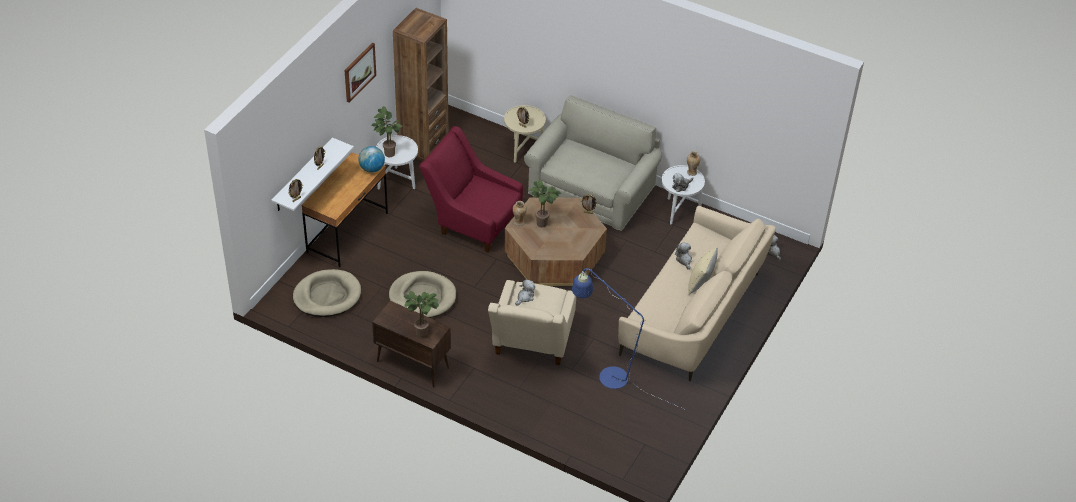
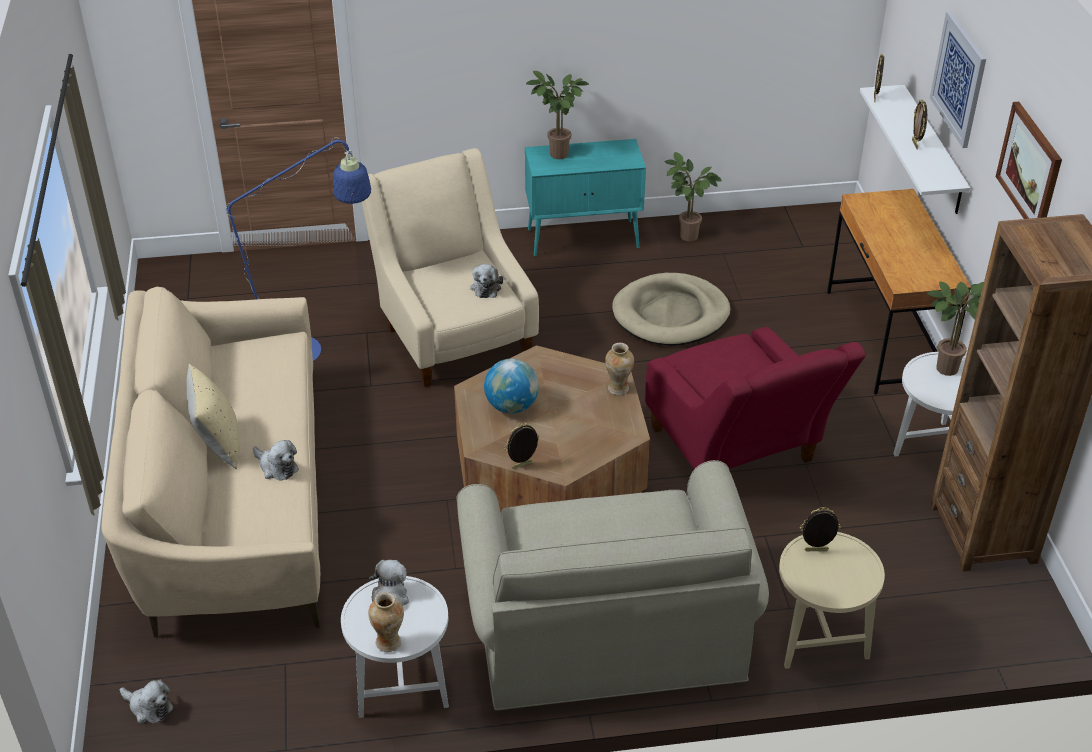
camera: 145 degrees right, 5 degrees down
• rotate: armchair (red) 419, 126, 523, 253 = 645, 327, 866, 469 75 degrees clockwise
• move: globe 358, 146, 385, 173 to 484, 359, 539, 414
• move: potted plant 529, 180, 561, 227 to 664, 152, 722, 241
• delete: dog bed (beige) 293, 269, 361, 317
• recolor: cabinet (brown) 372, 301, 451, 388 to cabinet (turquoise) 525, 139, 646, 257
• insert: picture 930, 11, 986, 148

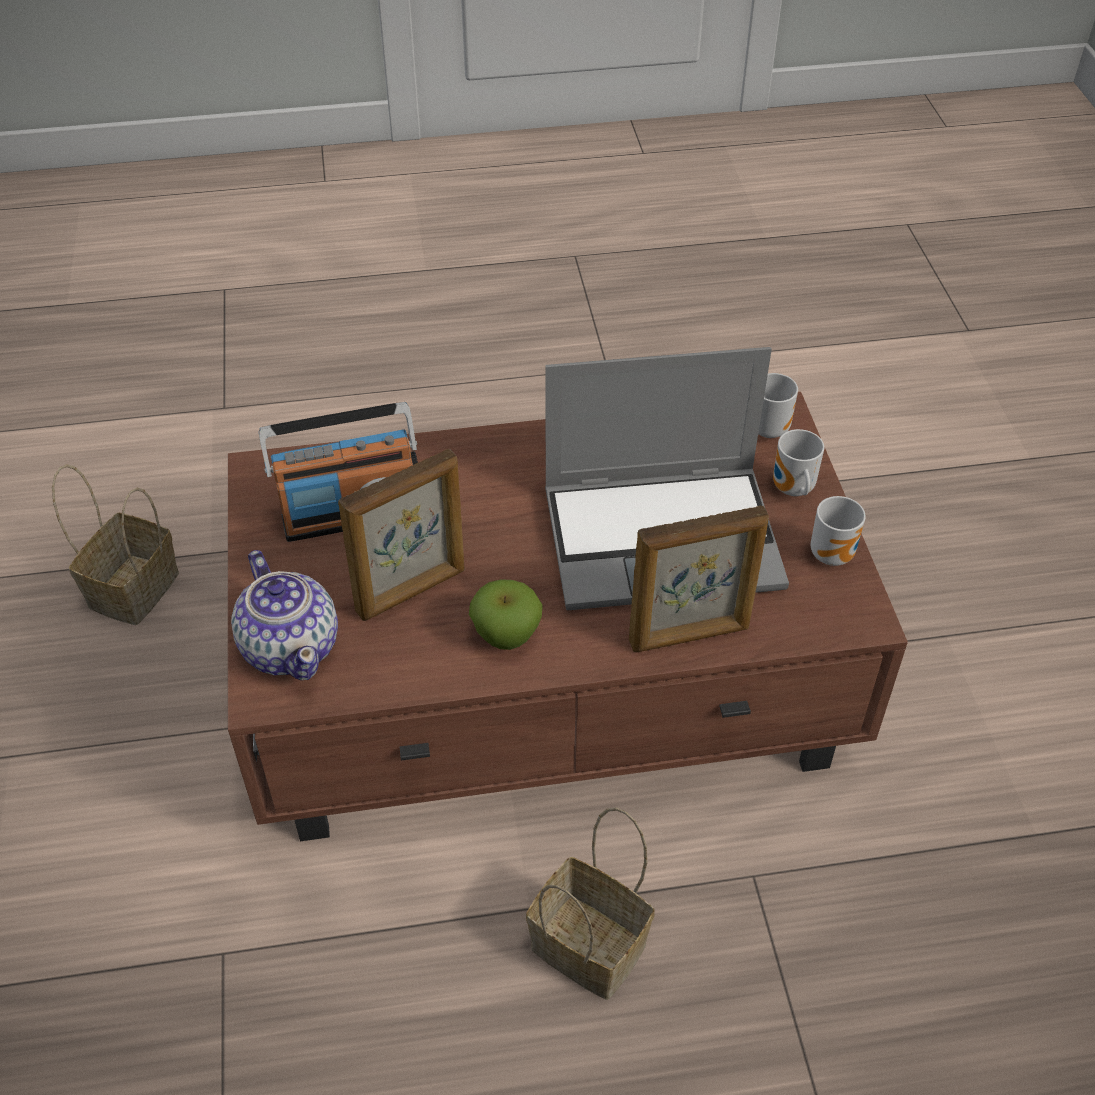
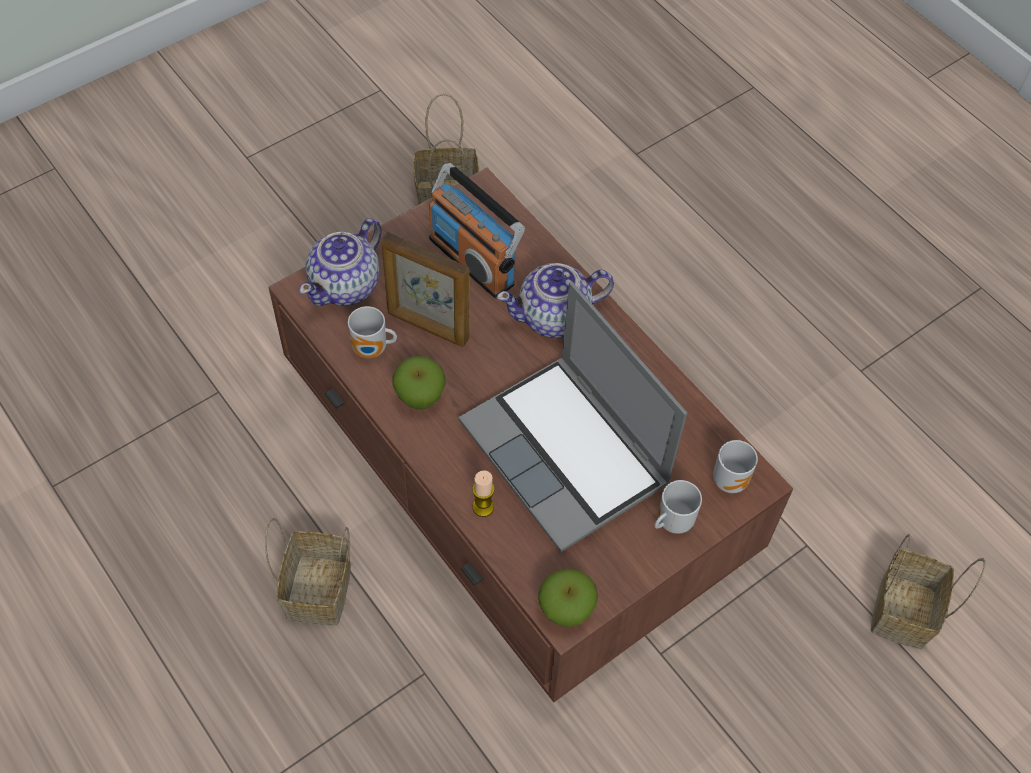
camera: 60 degrees right, 10 degrees up
• move: mug 811, 496, 866, 566 to 348, 306, 397, 358
• replace: picture frame 629, 506, 769, 652 to candle 472, 470, 495, 517
• insert: teapot 496, 263, 614, 338
• insert: basket 871, 534, 986, 649
• insert: apple 538, 569, 598, 627

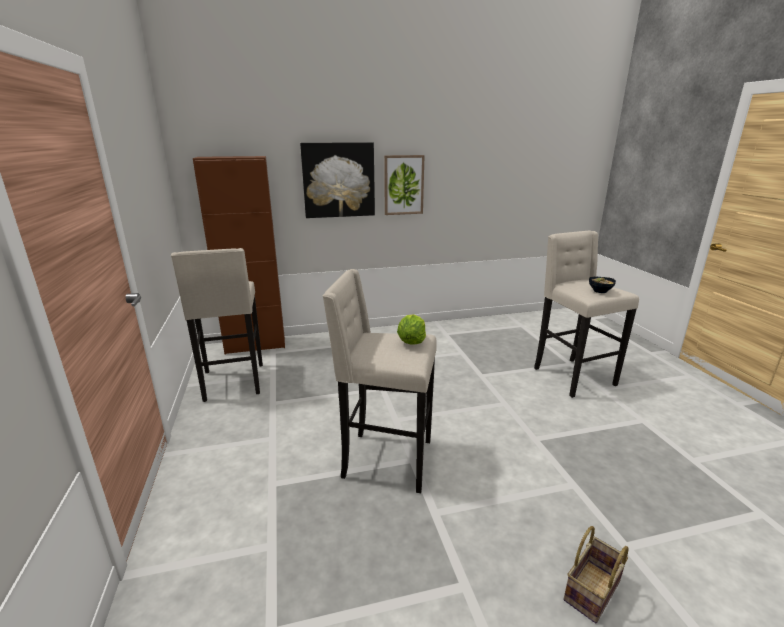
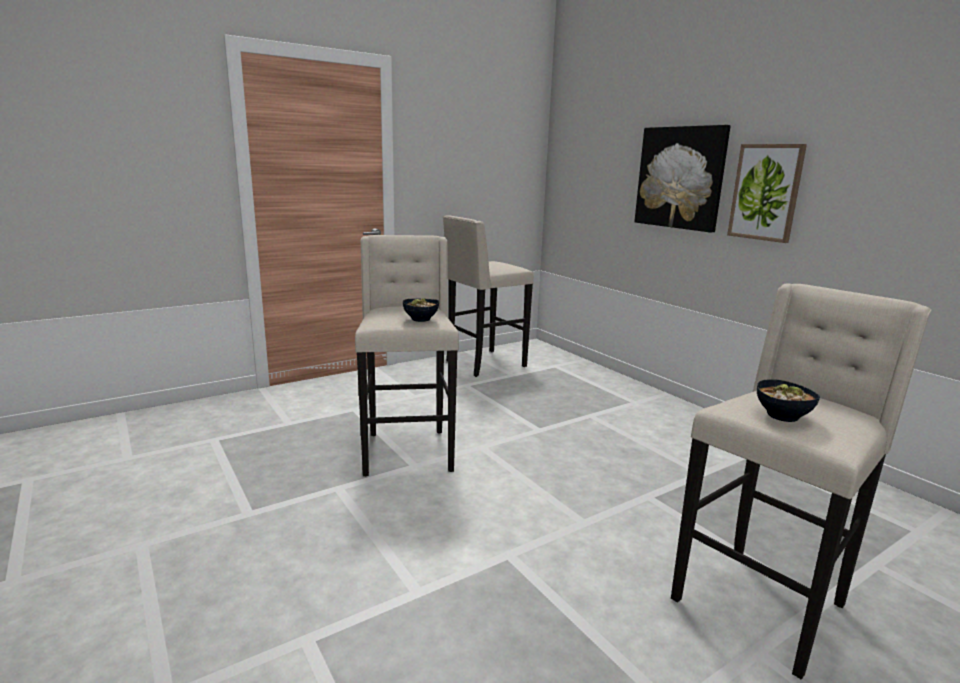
camera: 70 degrees right, 5 degrees down
• delete: cabinet (brown) 193, 156, 285, 355
• replace: lettuce 397, 314, 426, 345 to bowl 403, 298, 439, 322
• delete: basket 564, 526, 629, 623

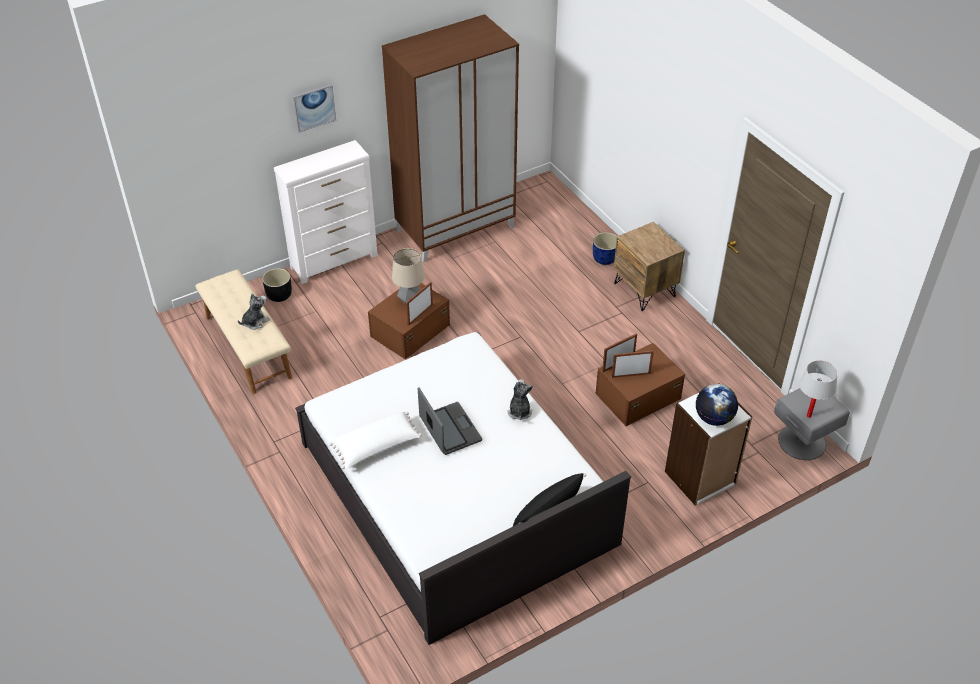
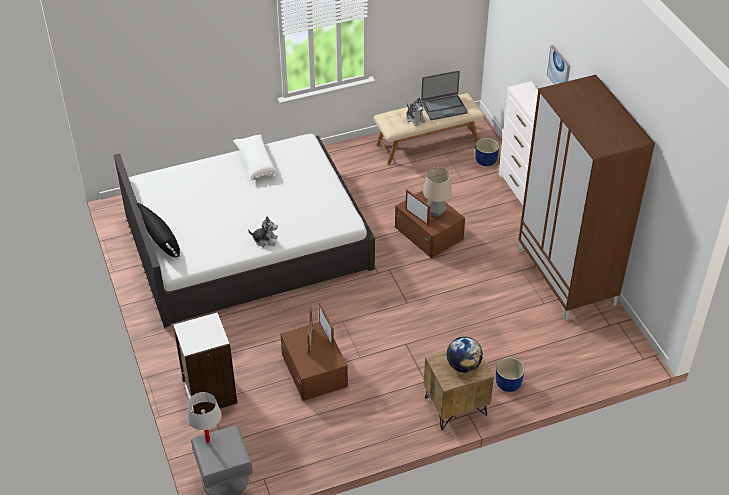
camera: 100 degrees right, 0 degrees up
• recolor: planter (black) 262, 268, 292, 302 to planter (blue) 475, 138, 499, 166
• move: globe 696, 384, 738, 426 to 447, 337, 483, 373
• move: laptop 418, 387, 482, 455 to 421, 71, 468, 120

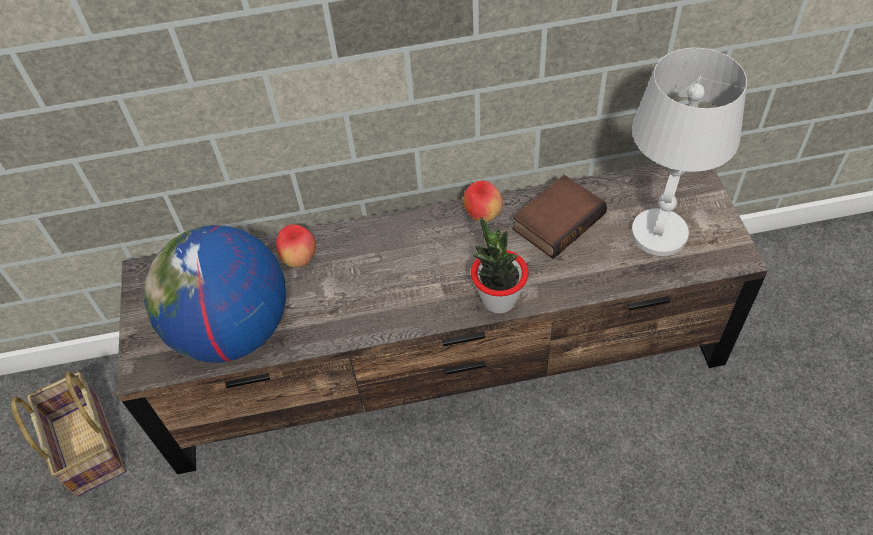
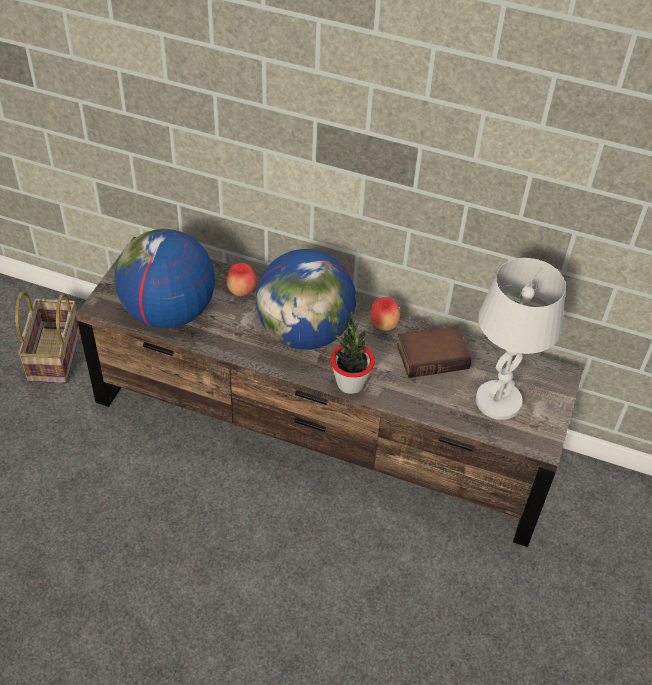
camera: 25 degrees right, 5 degrees down
• insert: globe 256, 249, 356, 350

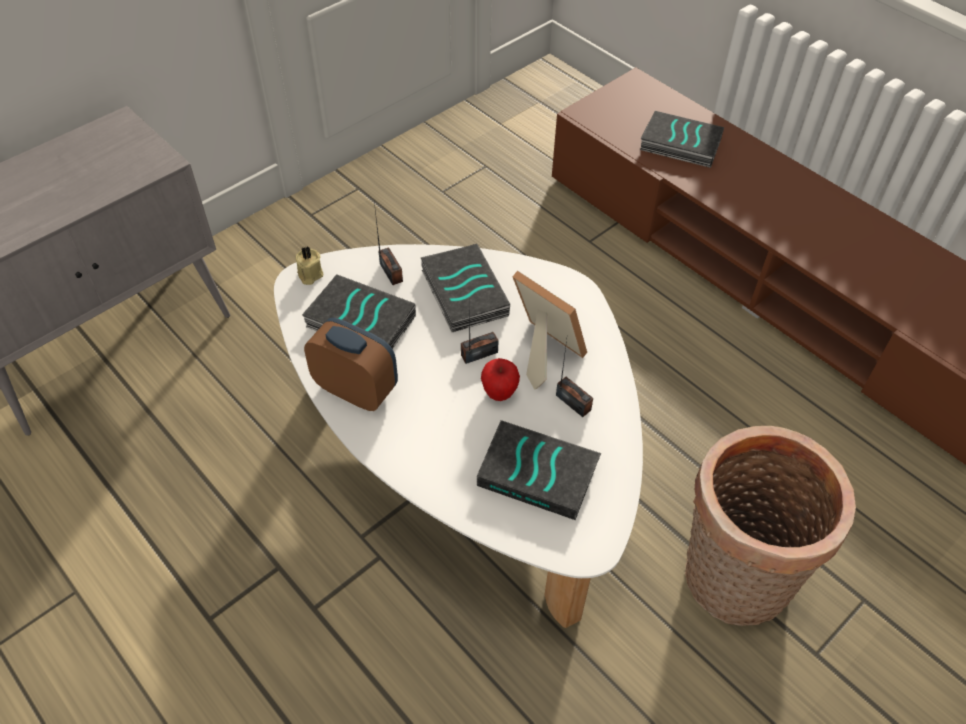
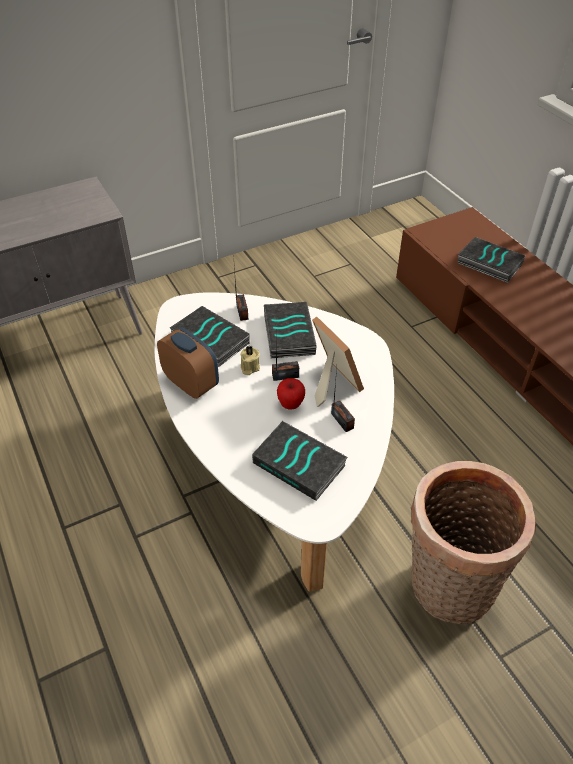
camera: 15 degrees right, 5 degrees down
• move: candle (beige) 296, 246, 323, 285 to 241, 346, 260, 375

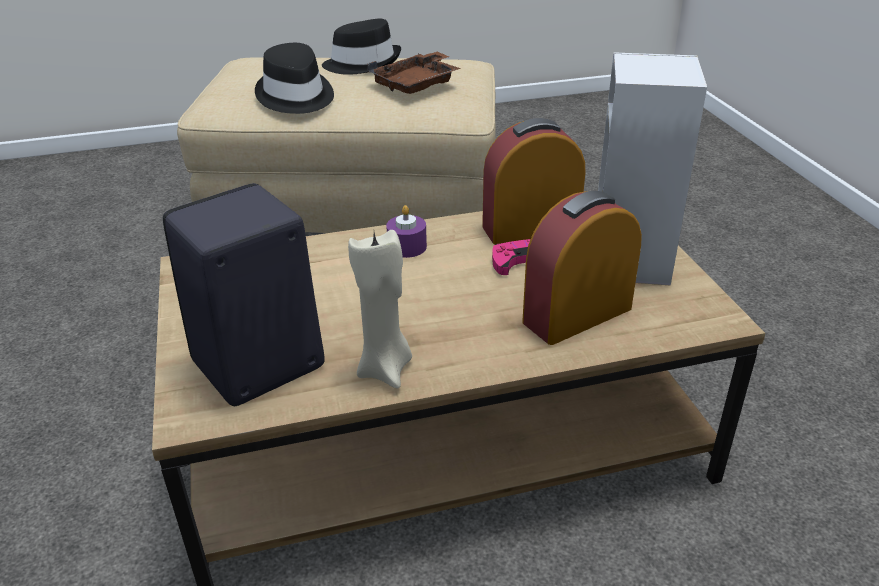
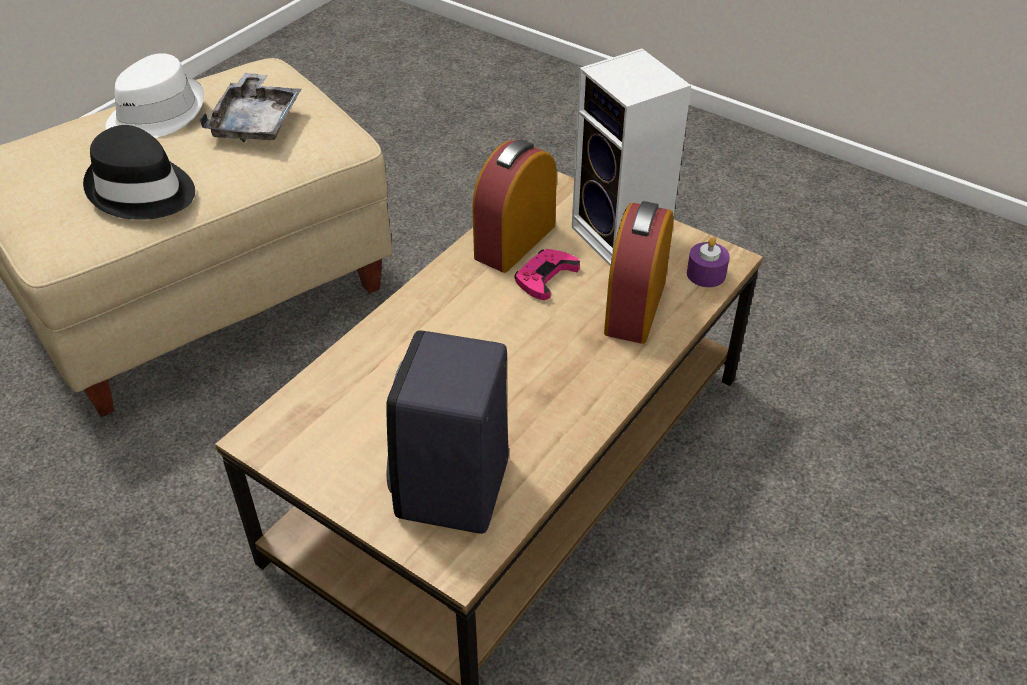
camera: 40 degrees left, 10 degrees up
• recolor: hat (black) 322, 19, 401, 75 to hat (white) 106, 53, 204, 138
• recolor: tray (brown) 367, 52, 461, 94 to tray (grey) 200, 73, 301, 142
• move: candle (purple) 386, 205, 427, 258 to 687, 237, 730, 287
• delete: candle (beige) 348, 230, 412, 388

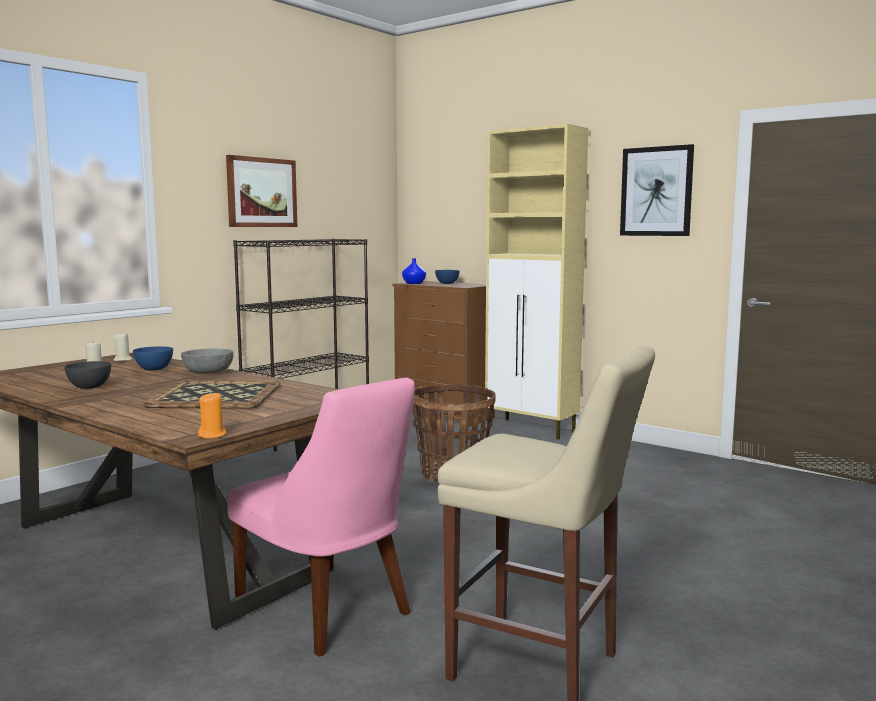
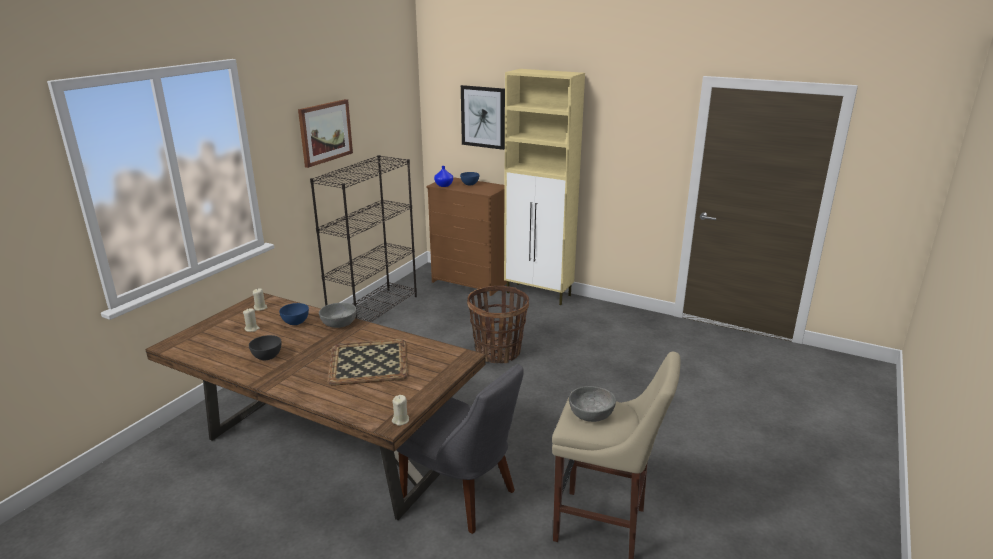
camera: 10 degrees left, 15 degrees up
• move: picture 620, 144, 694, 236 to 461, 85, 505, 150
• recolor: chair (pink) 228, 378, 415, 657 to chair (grey) 396, 364, 524, 534
• recolor: candle (orange) 198, 392, 227, 439 to candle (beige) 392, 395, 409, 426
• insert: bowl (grey) 569, 386, 616, 422

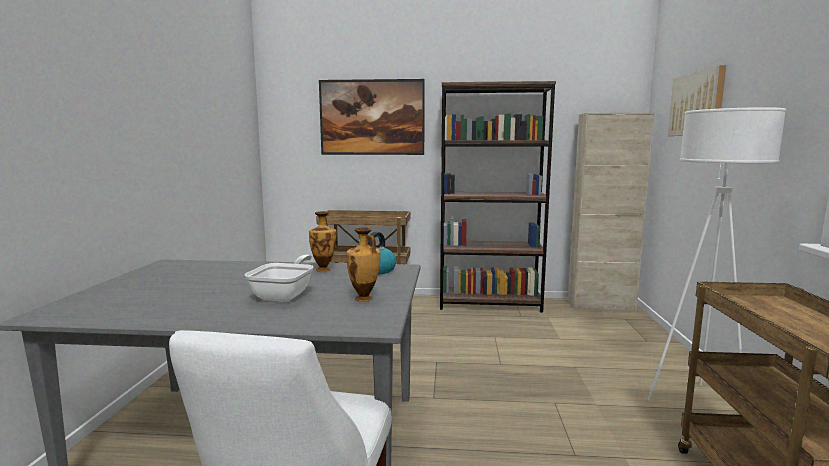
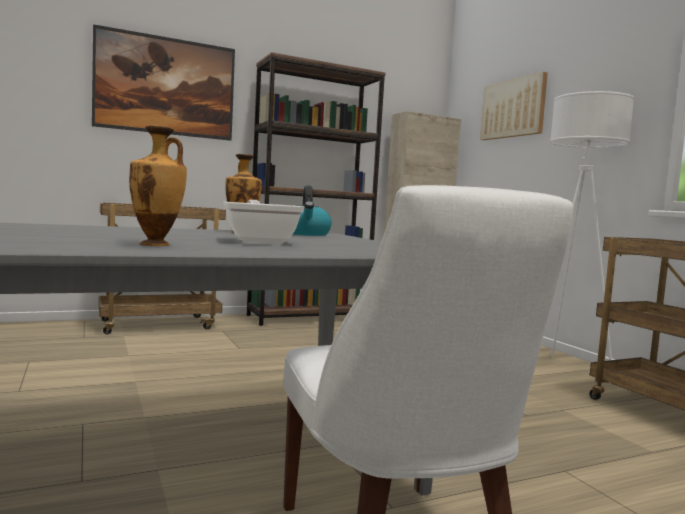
camera: 30 degrees left, 5 degrees down
• move: vase 347, 227, 380, 302 to 129, 125, 187, 246

